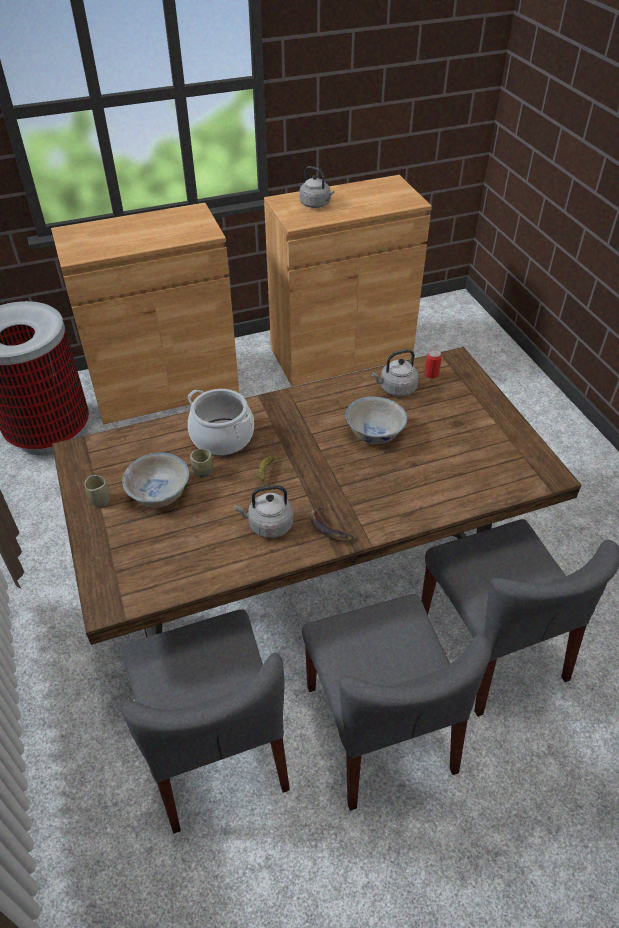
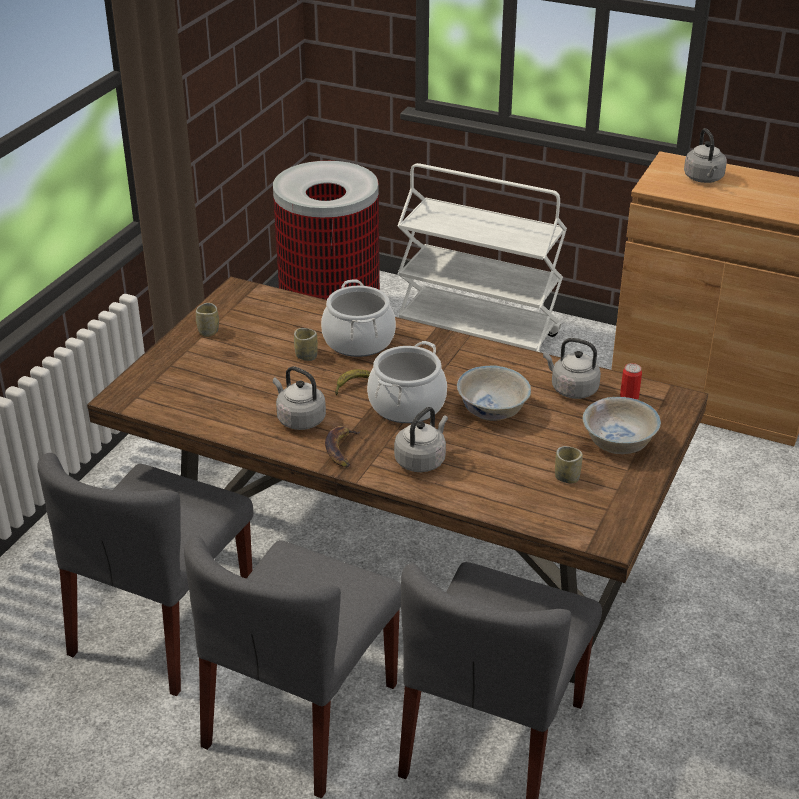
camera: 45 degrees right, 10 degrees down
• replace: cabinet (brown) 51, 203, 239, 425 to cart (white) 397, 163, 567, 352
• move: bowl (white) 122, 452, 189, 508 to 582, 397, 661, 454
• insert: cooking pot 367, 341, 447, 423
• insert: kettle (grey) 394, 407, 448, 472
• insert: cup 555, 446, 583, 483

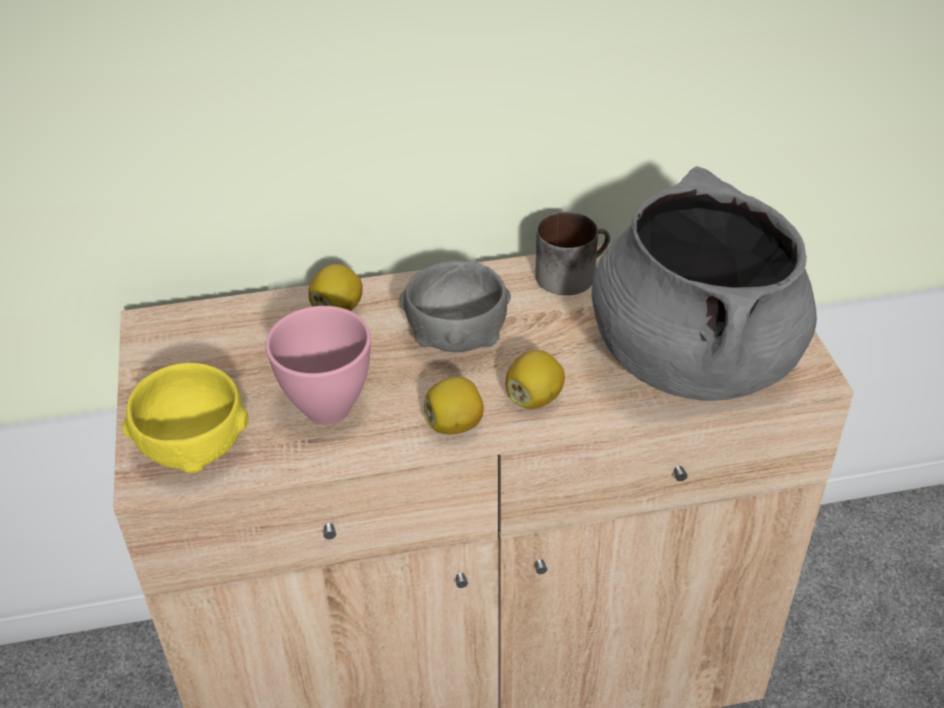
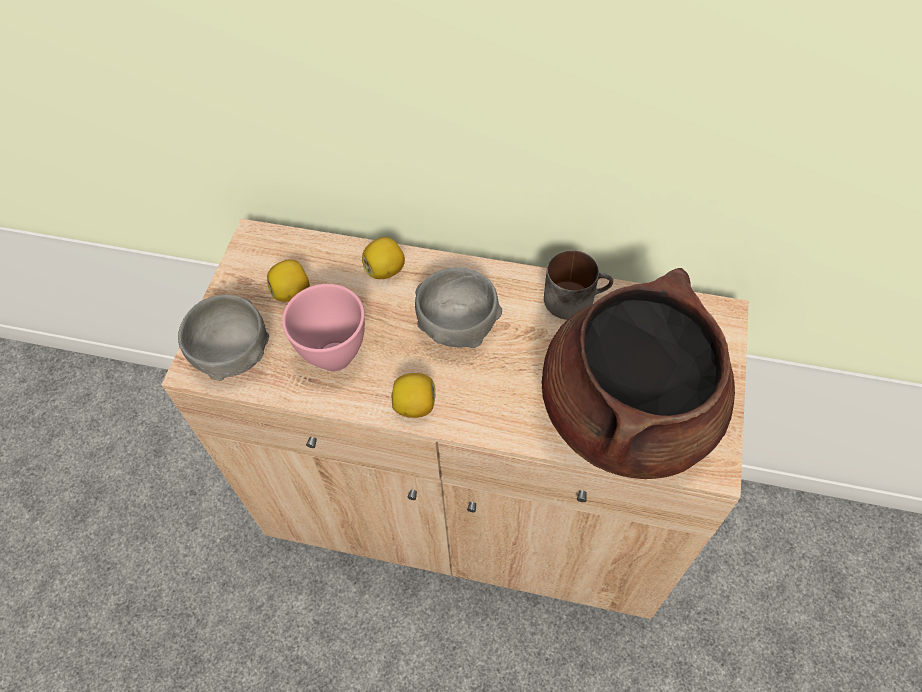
camera: 25 degrees right, 15 degrees up
• recolor: cooking pot (grey) 591, 166, 817, 401 to cooking pot (brown) 542, 268, 735, 479
• move: lemon 506, 350, 565, 409 to 267, 259, 310, 302
• recolor: bowl (yellow) 122, 363, 249, 474 to bowl (grey) 178, 294, 269, 381

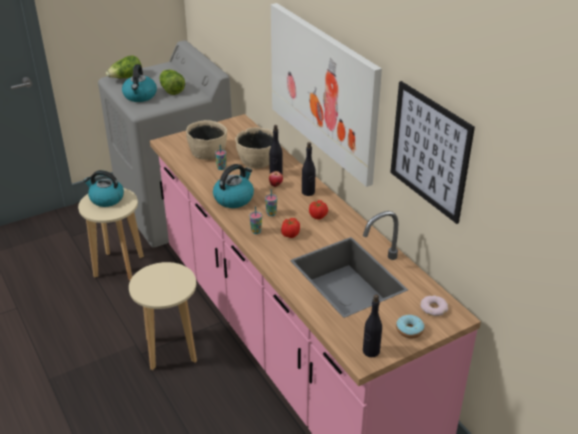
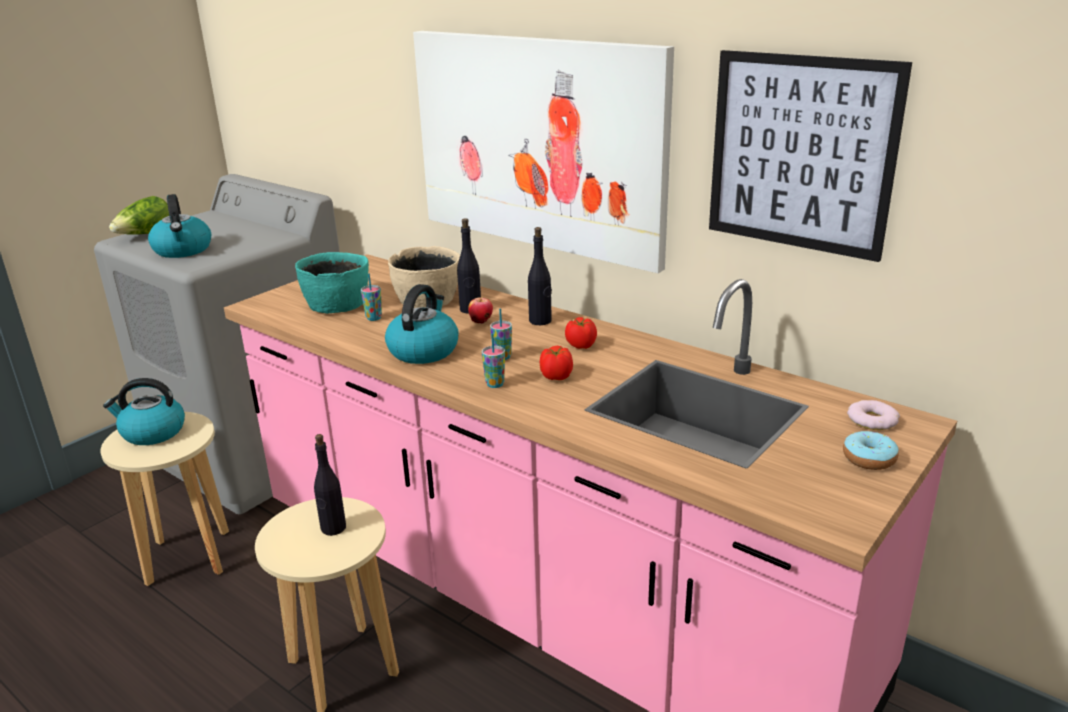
camera: 20 degrees left, 10 degrees down
• delete: lettuce 159, 70, 185, 95
• recolor: bowl (beige) 186, 120, 227, 160 to bowl (turquoise) 295, 252, 369, 314
• move: bottle (black) 363, 295, 382, 357 to 314, 434, 346, 536

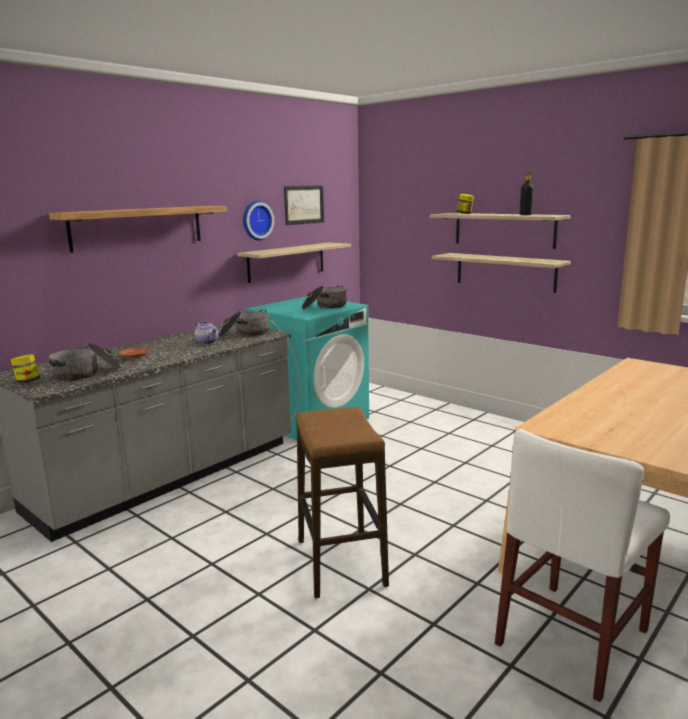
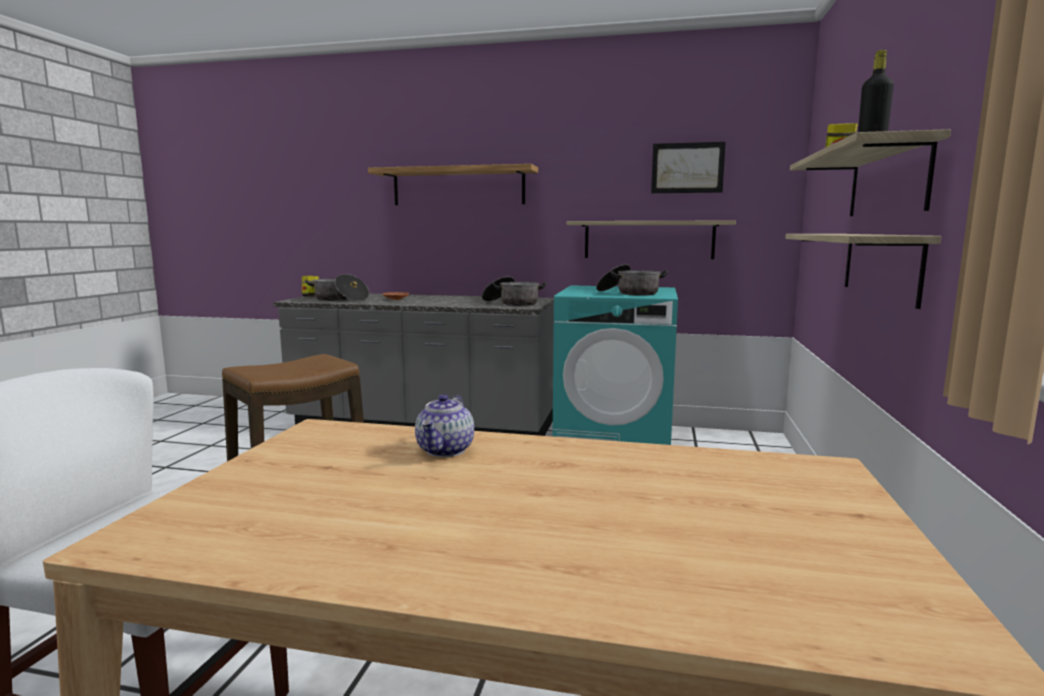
camera: 60 degrees right, 5 degrees down
• delete: wall clock 243, 200, 274, 240
• move: teapot 194, 321, 218, 345 to 415, 394, 474, 457

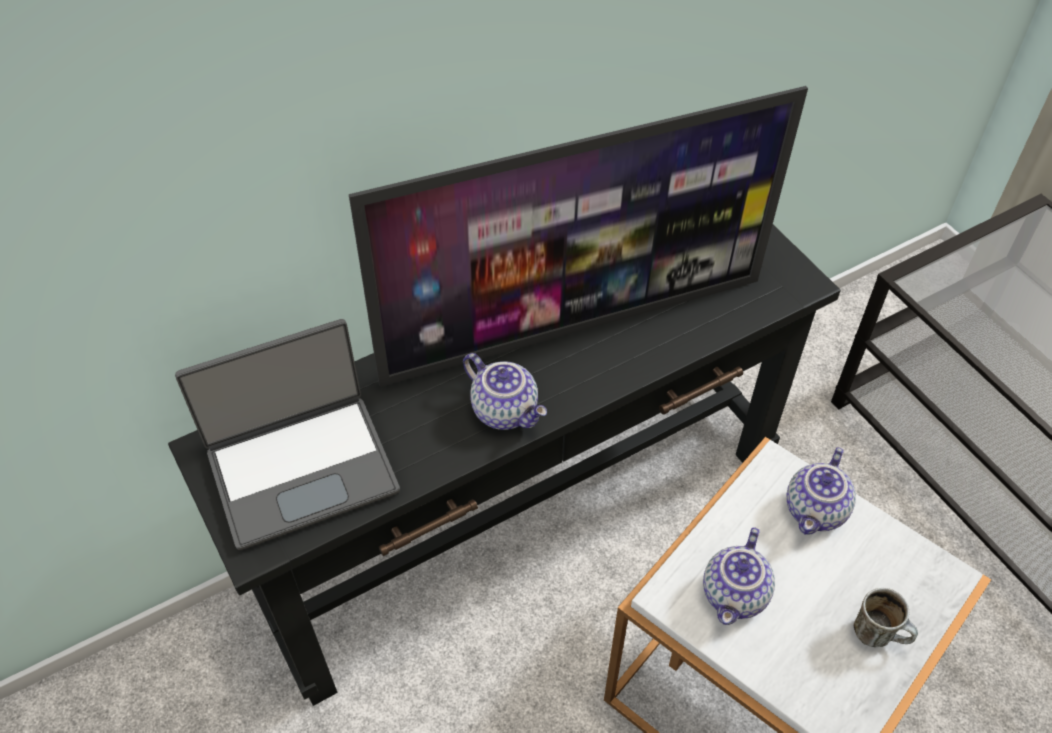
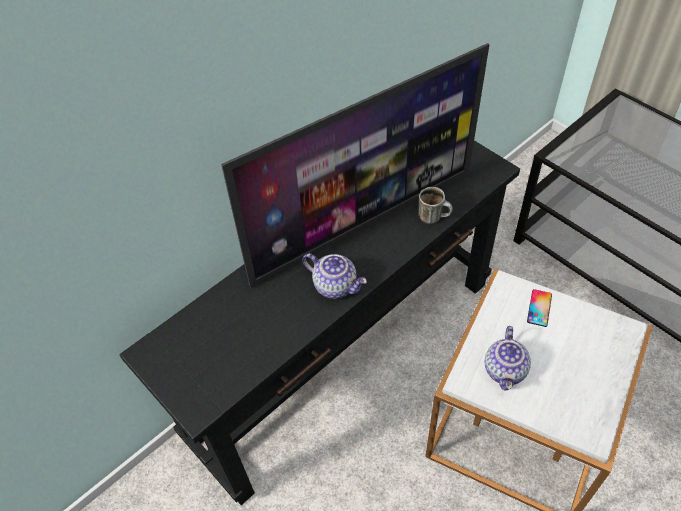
camera: 10 degrees left, 0 degrees up
• delete: laptop 175, 319, 400, 550
• replace: teapot 786, 447, 856, 535 to phone 527, 289, 552, 327
• move: mug 854, 588, 918, 647 to 419, 187, 453, 224

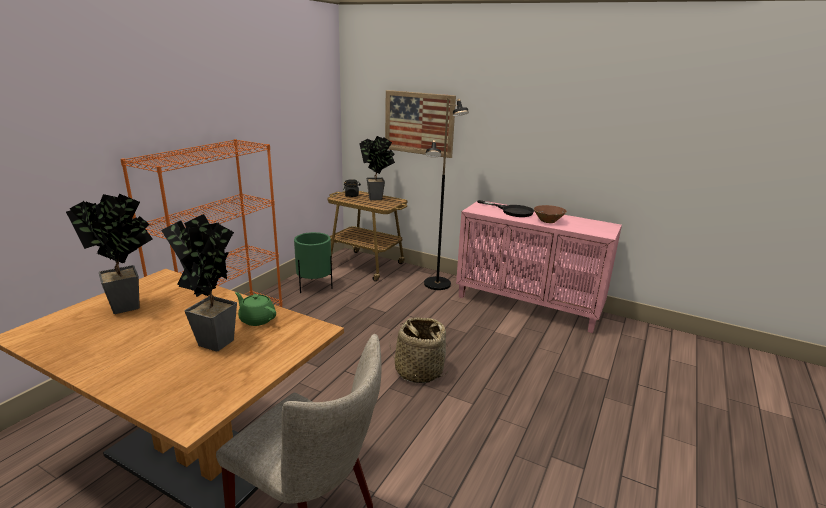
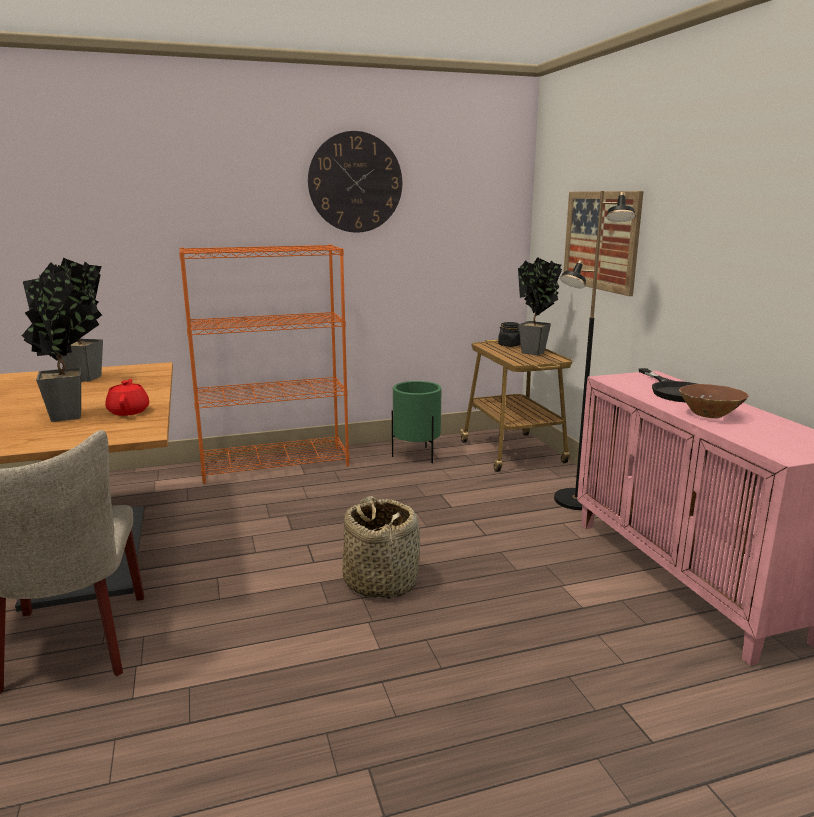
camera: 45 degrees right, 5 degrees down
• recolor: teapot (green) 235, 292, 276, 326 to teapot (red) 105, 379, 149, 416
• insert: wall clock 308, 131, 402, 233

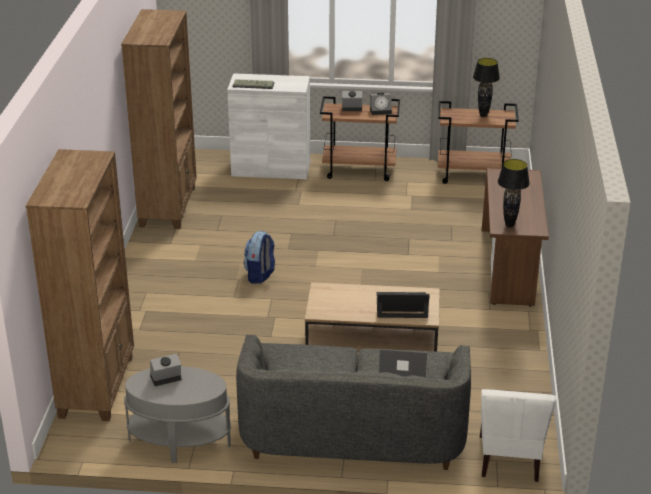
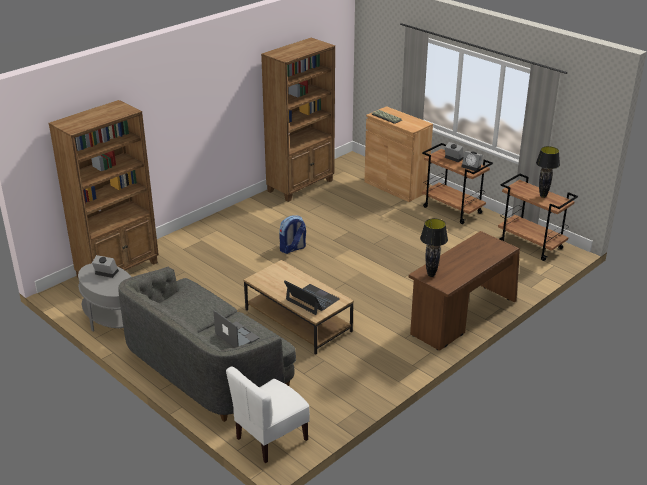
camera: 40 degrees right, 0 degrees up
• recolor: cabinet (white) 227, 73, 310, 179 to cabinet (brown) 364, 106, 433, 202

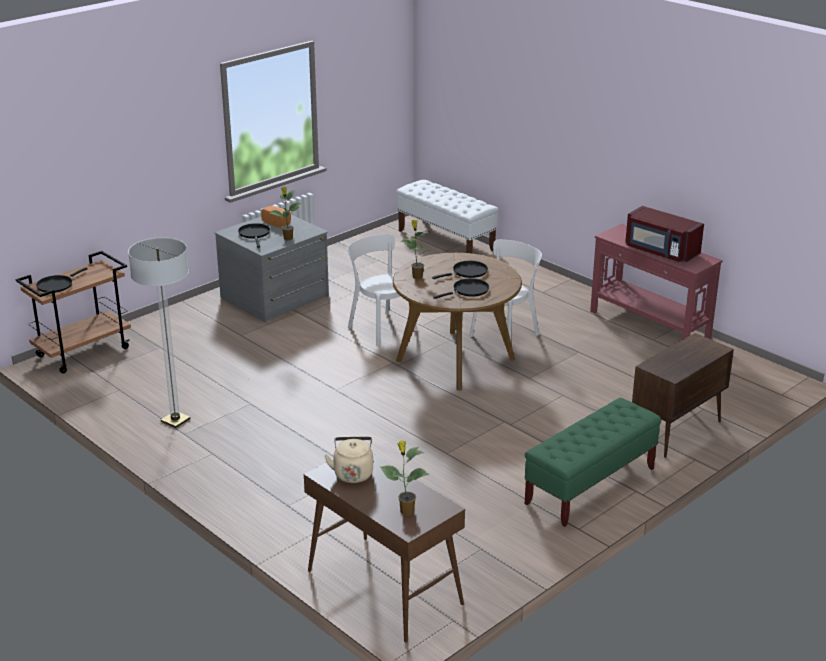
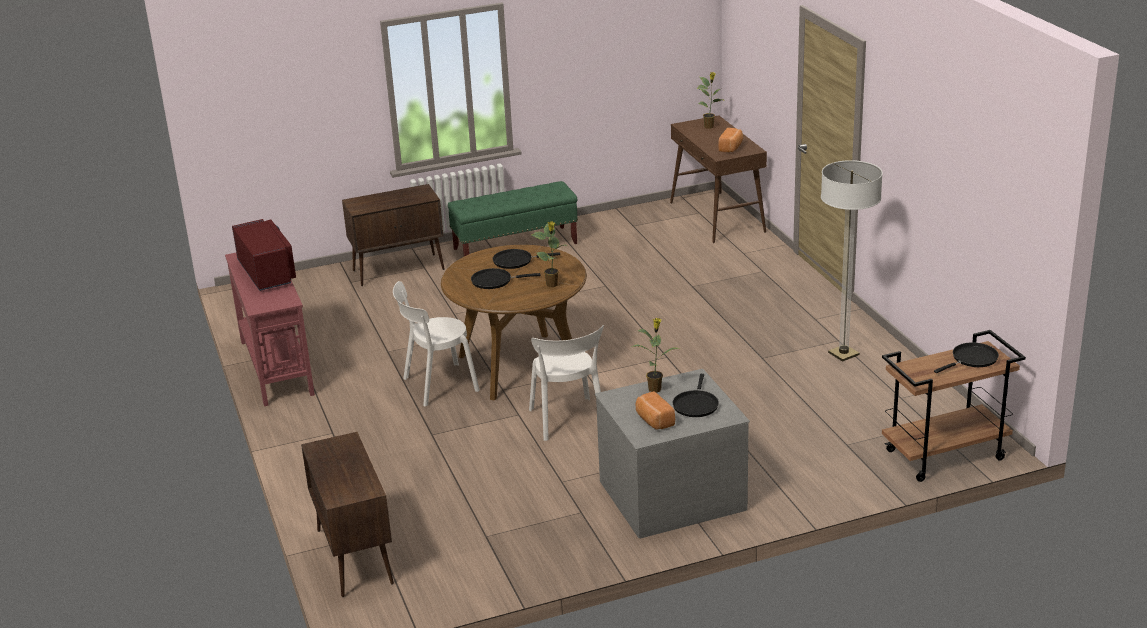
camera: 155 degrees left, 0 degrees up
• replace: bench (white) 396, 180, 499, 254 to cabinet (brown) 301, 432, 394, 597
• replace: kettle (beige) 324, 437, 373, 483 to bread 718, 128, 743, 152

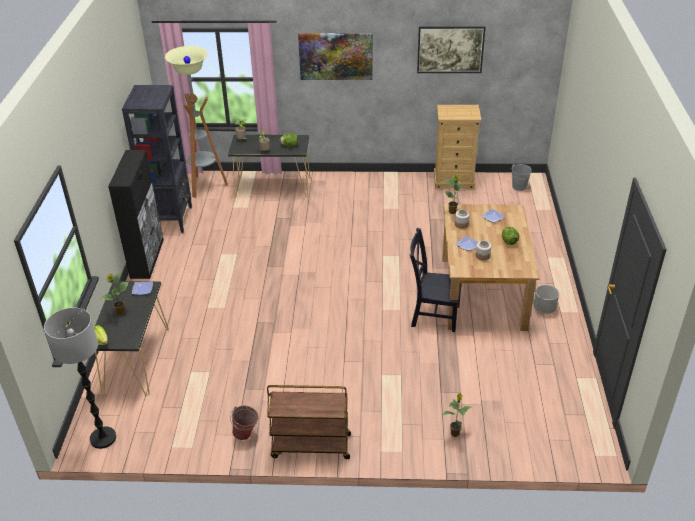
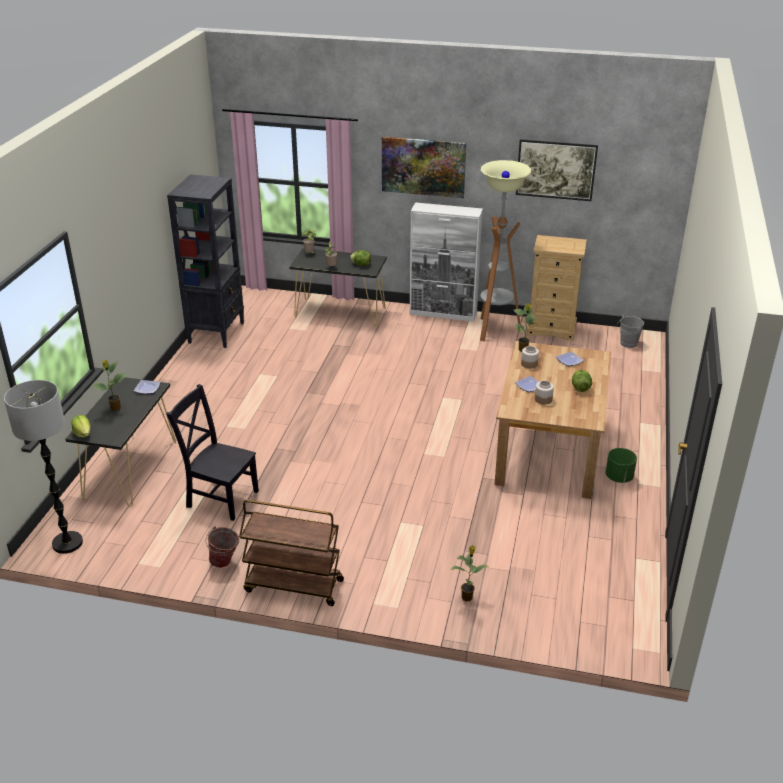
camera: 10 degrees right, 5 degrees down
• move: floor lamp 165, 46, 228, 198 to 480, 160, 531, 341
• delete: cabinet (black) 108, 150, 164, 279
• move: chair (black) 410, 228, 462, 332 to 166, 384, 259, 521
• recolor: planter (grey) 533, 285, 559, 314 to planter (green) 606, 448, 637, 483
• insert: cabinet (white) 410, 202, 483, 322

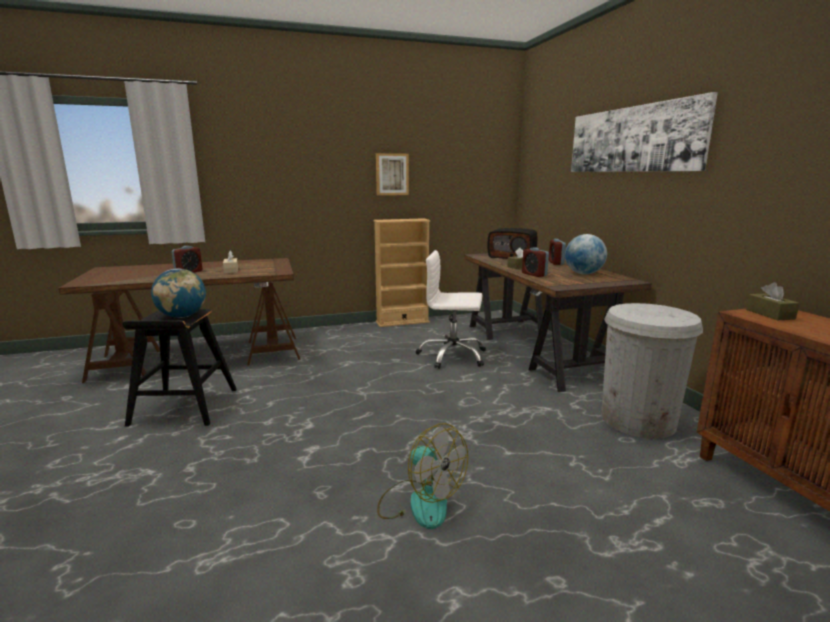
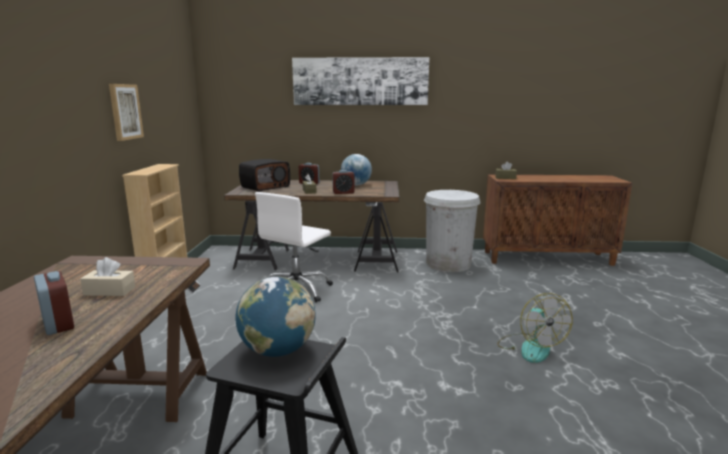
camera: 70 degrees left, 0 degrees up
• rotate: fan 377, 423, 468, 529 = 497, 293, 573, 363 105 degrees clockwise

